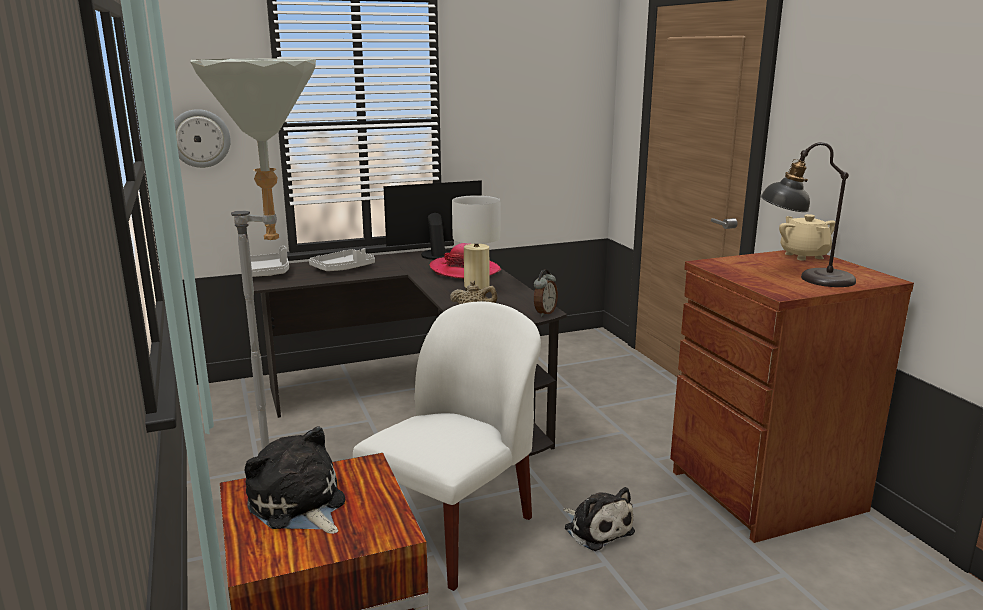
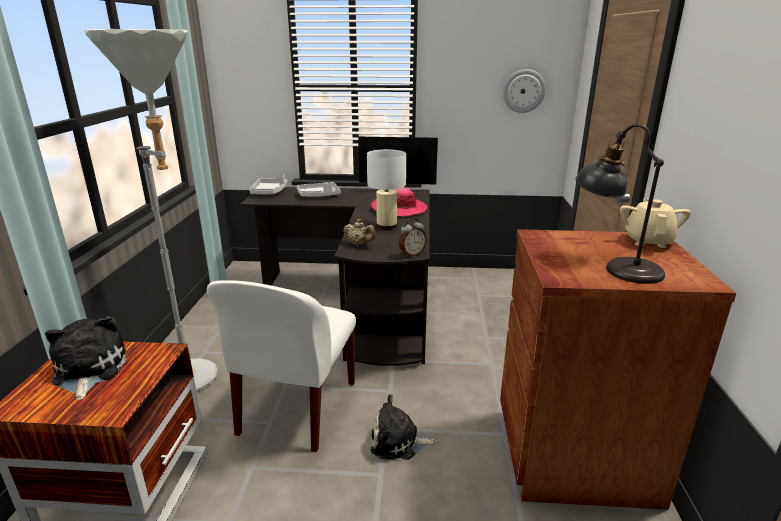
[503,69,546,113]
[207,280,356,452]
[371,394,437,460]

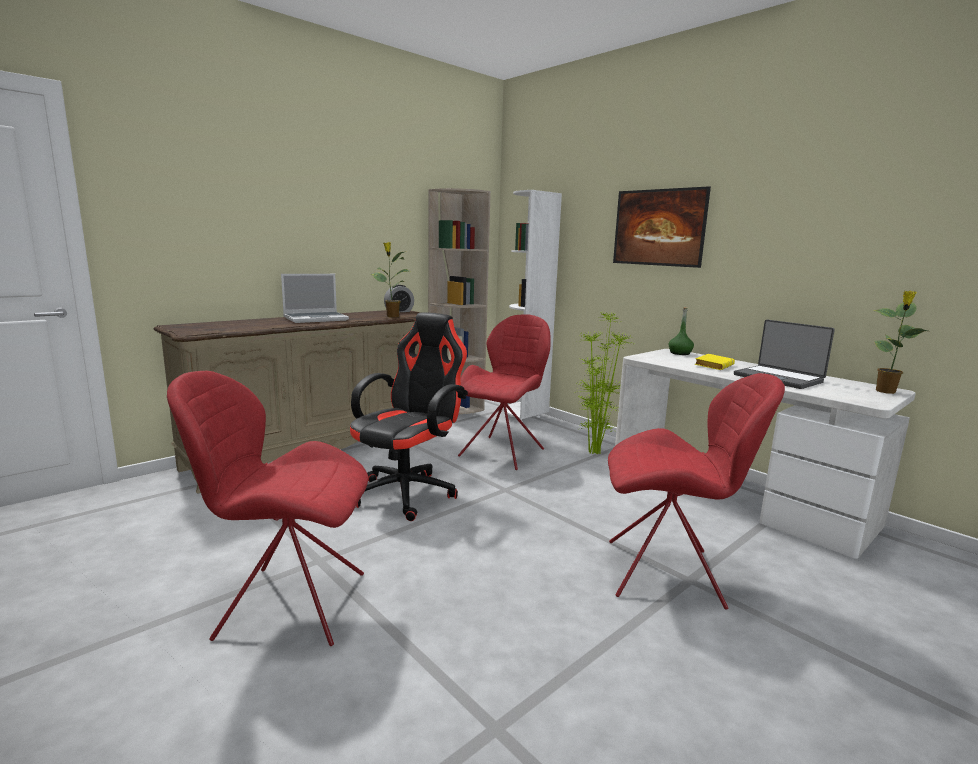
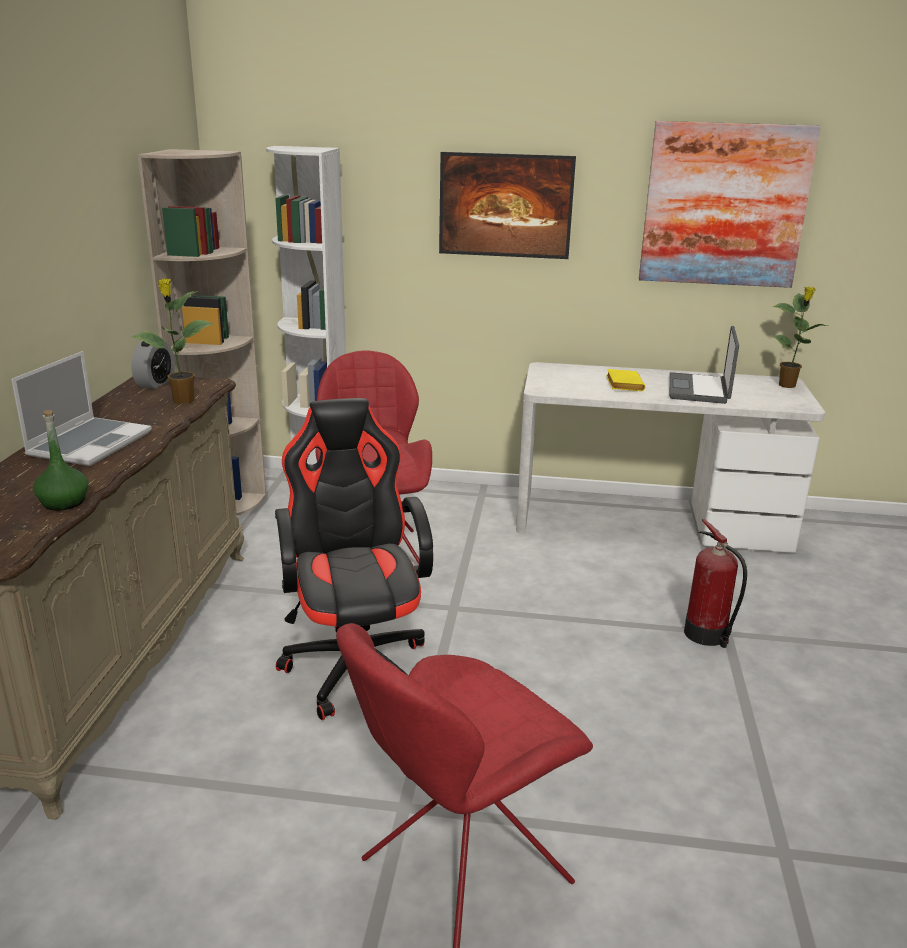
[576,312,636,455] (first image)
[684,519,747,648]
[33,410,89,510]
[669,326,739,404]
[639,121,821,288]

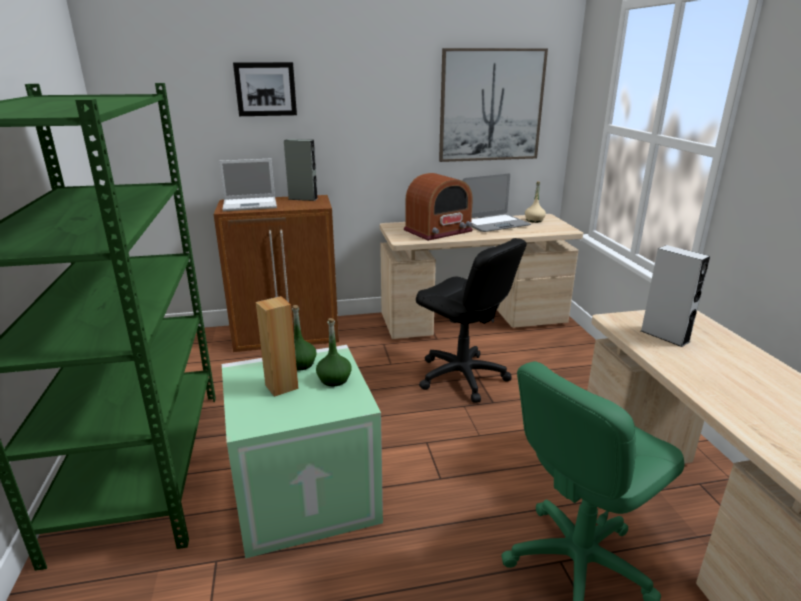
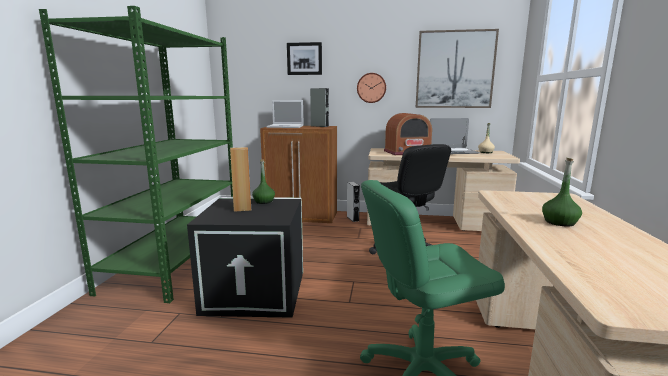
[187,197,303,318]
[542,158,582,227]
[347,182,360,222]
[357,73,386,103]

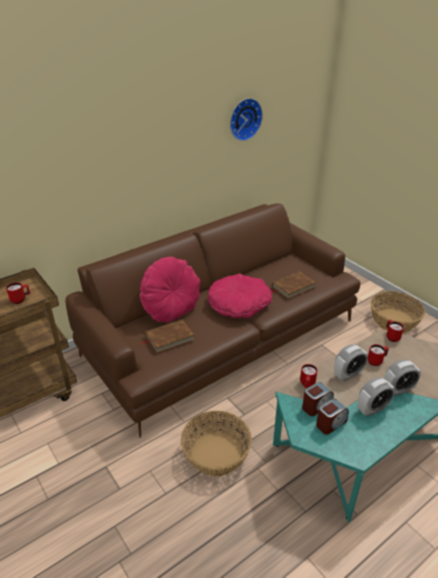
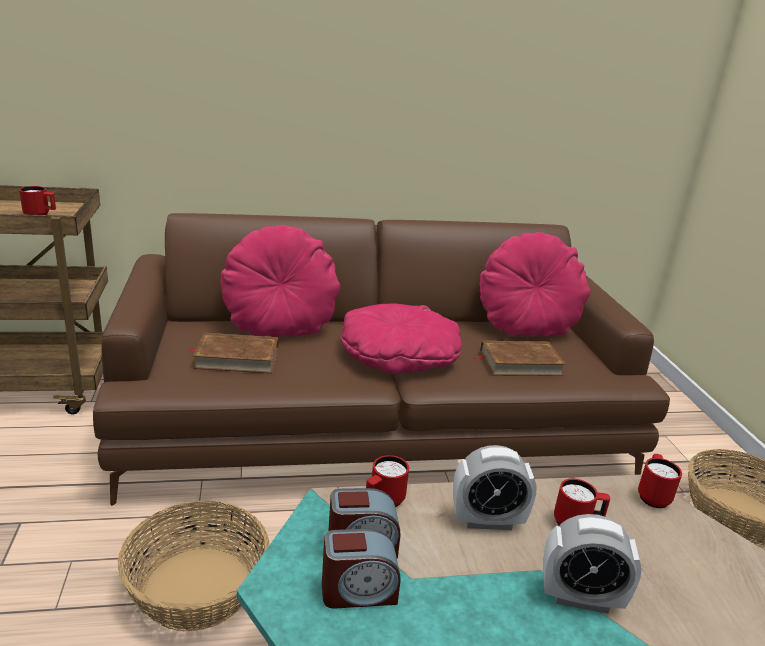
[230,98,263,141] (first image)
[357,377,394,416] (first image)
[479,232,590,337]

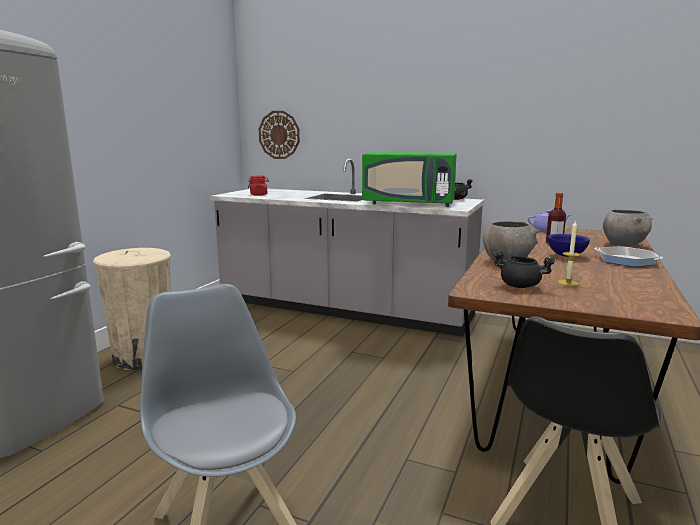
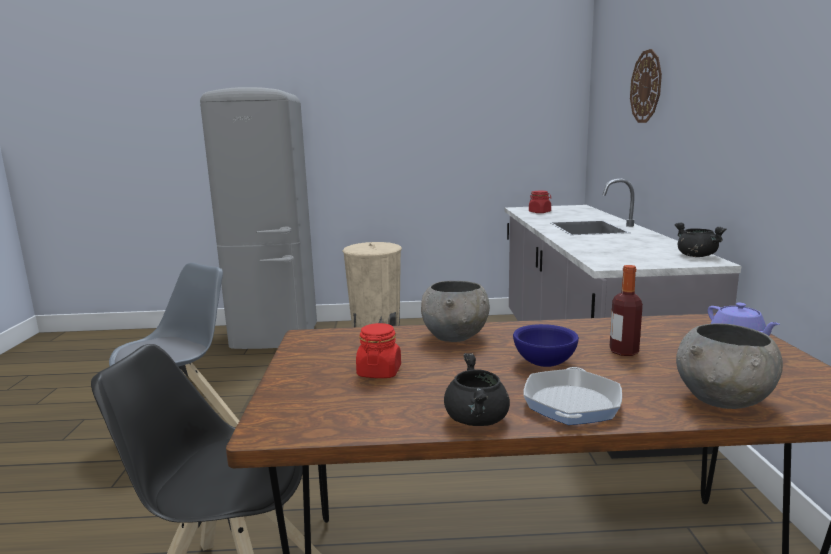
[630,49,662,123]
[362,152,457,207] (first image)
[444,353,510,426]
[356,323,401,378]

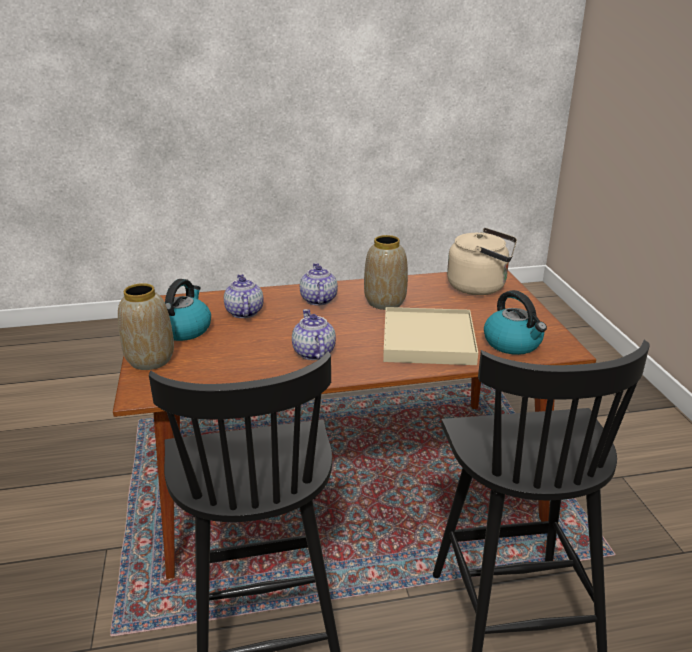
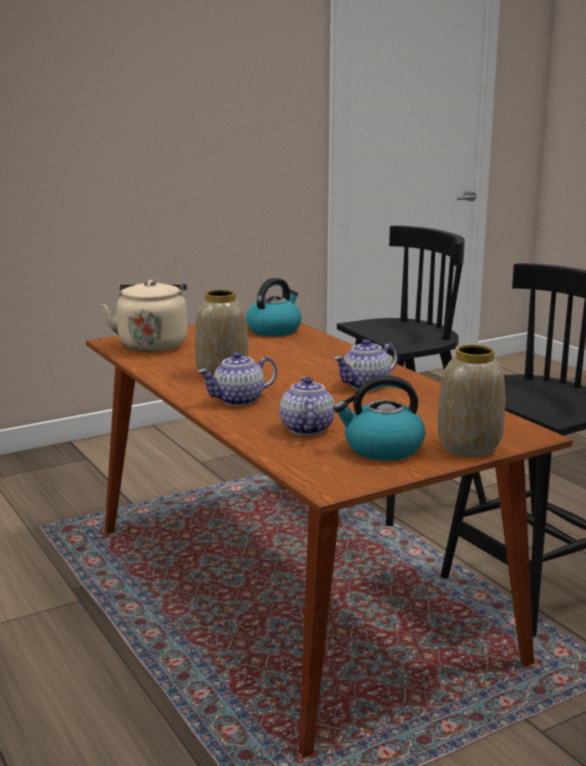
[280,377,335,435]
[383,307,478,365] (first image)

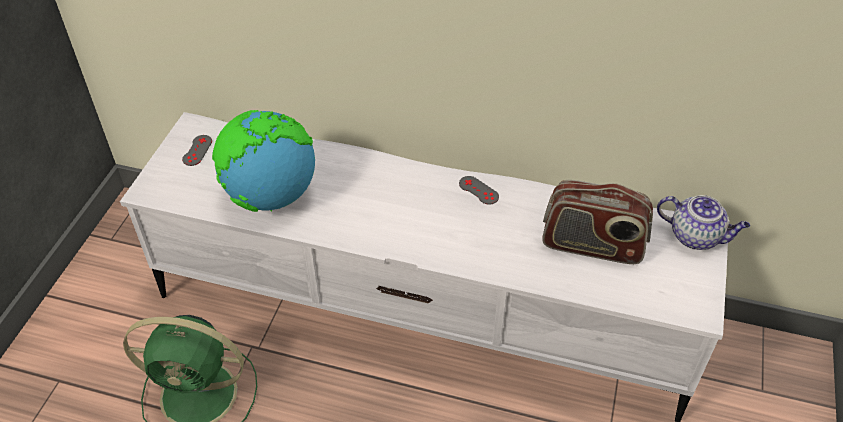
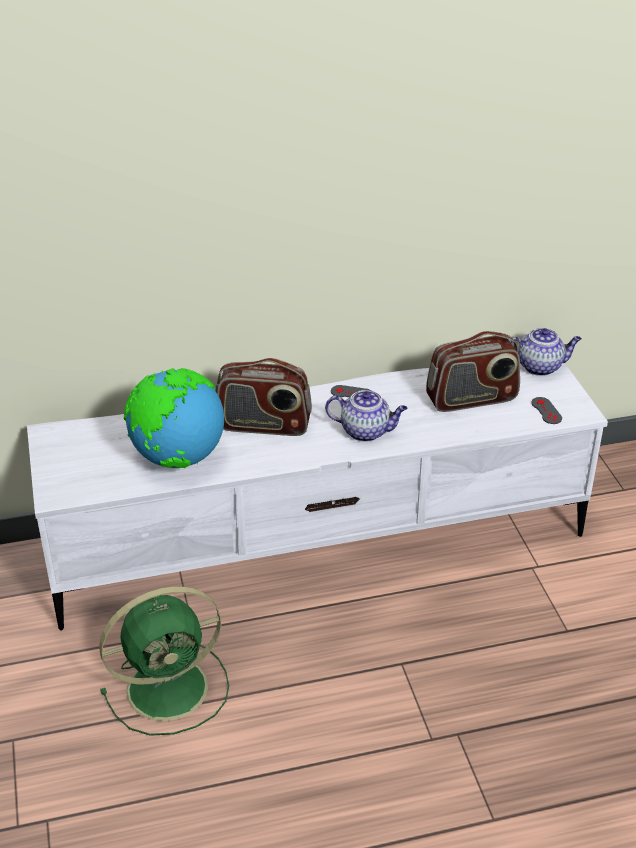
[531,397,562,424]
[216,358,312,436]
[325,390,408,442]

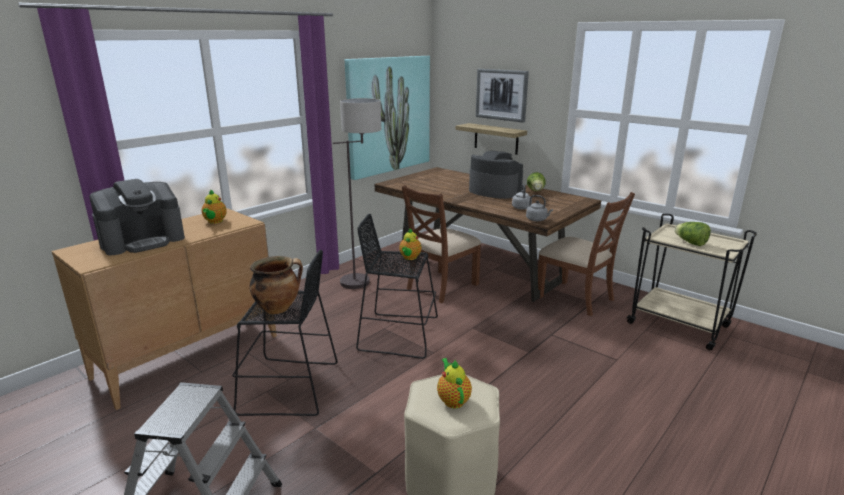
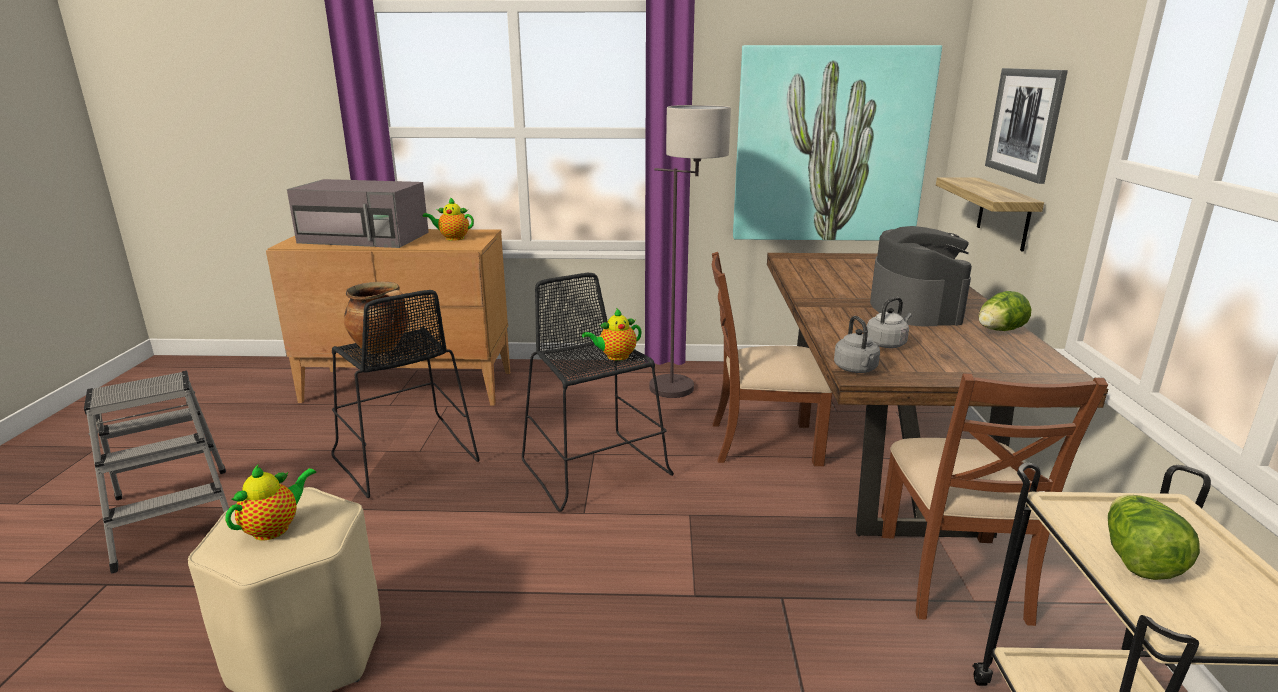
[287,179,429,248]
[423,197,474,241]

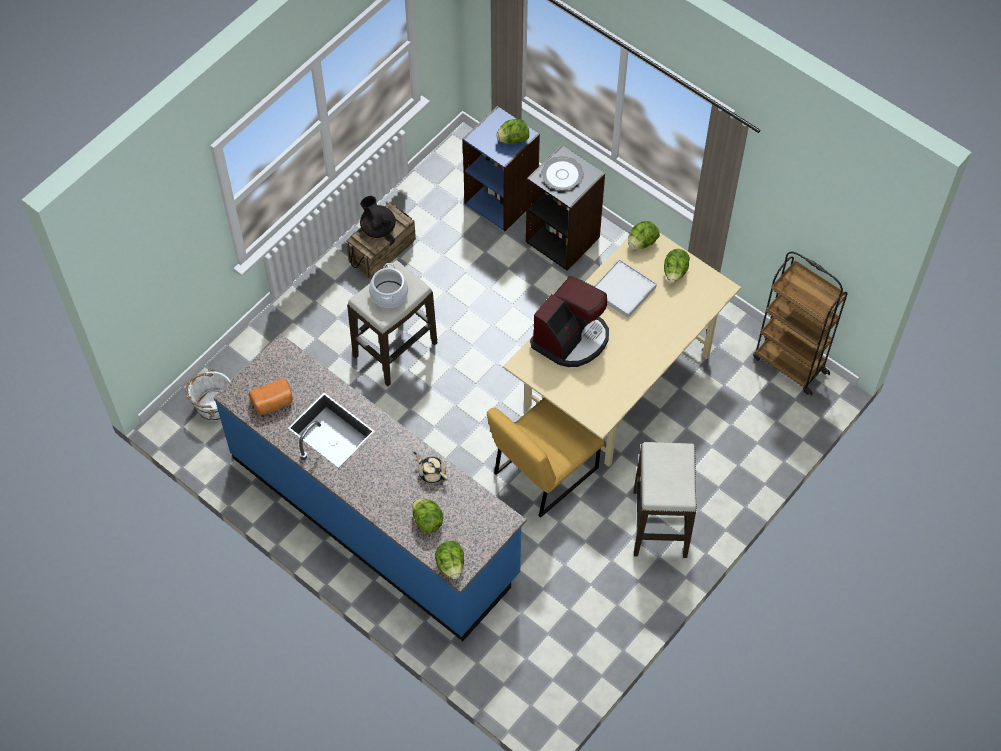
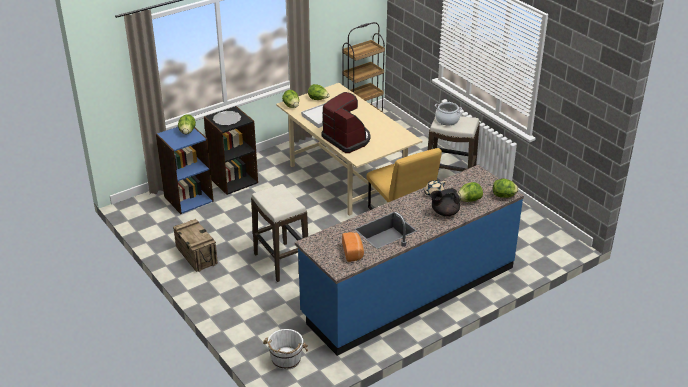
[431,188,460,216]
[435,102,462,125]

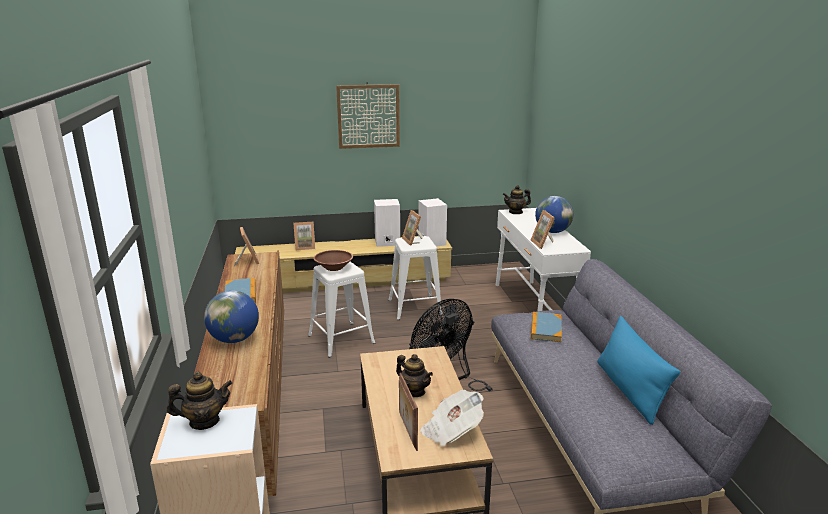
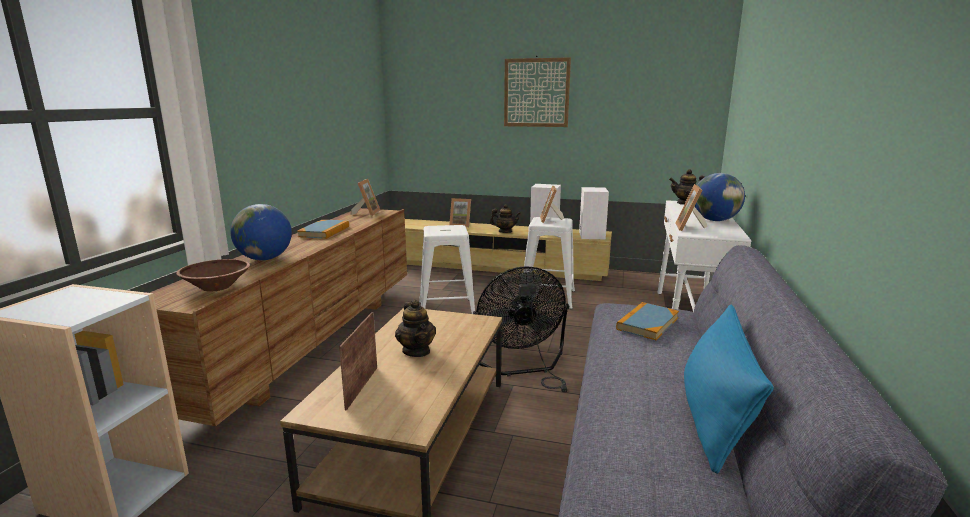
[490,204,521,233]
[176,259,250,291]
[420,390,484,446] (first image)

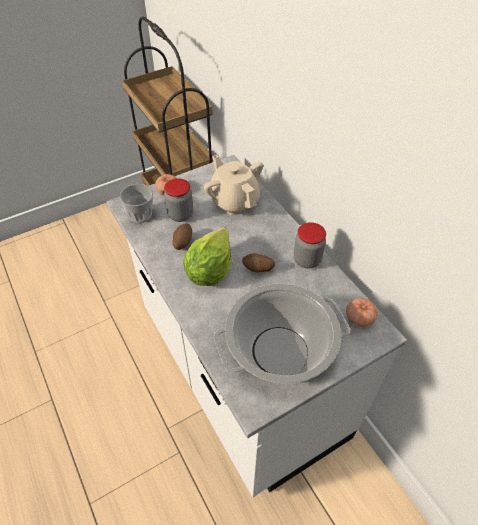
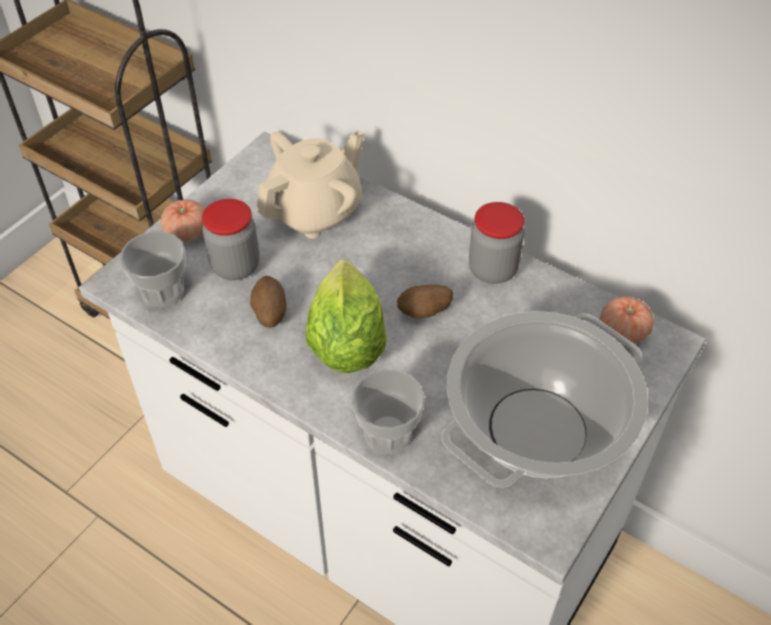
[256,130,364,239]
[352,369,425,454]

